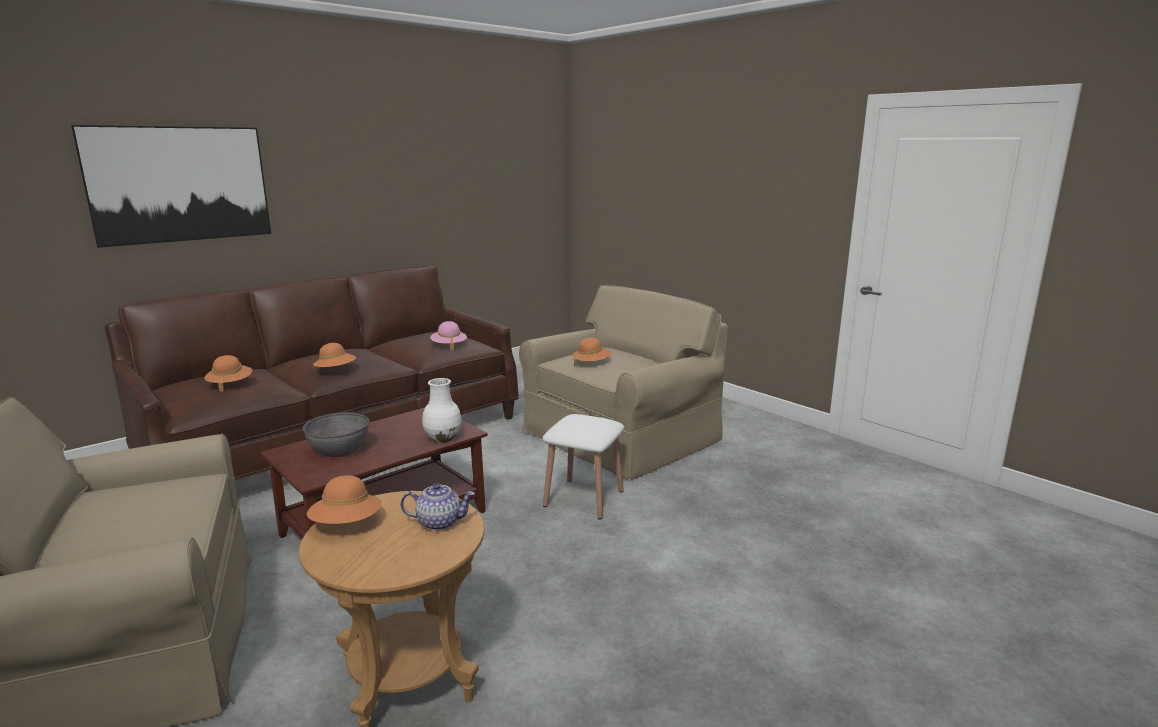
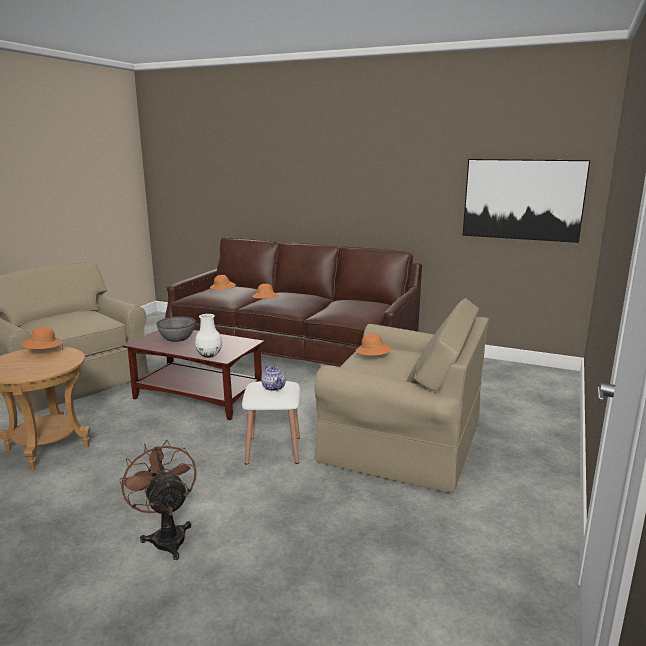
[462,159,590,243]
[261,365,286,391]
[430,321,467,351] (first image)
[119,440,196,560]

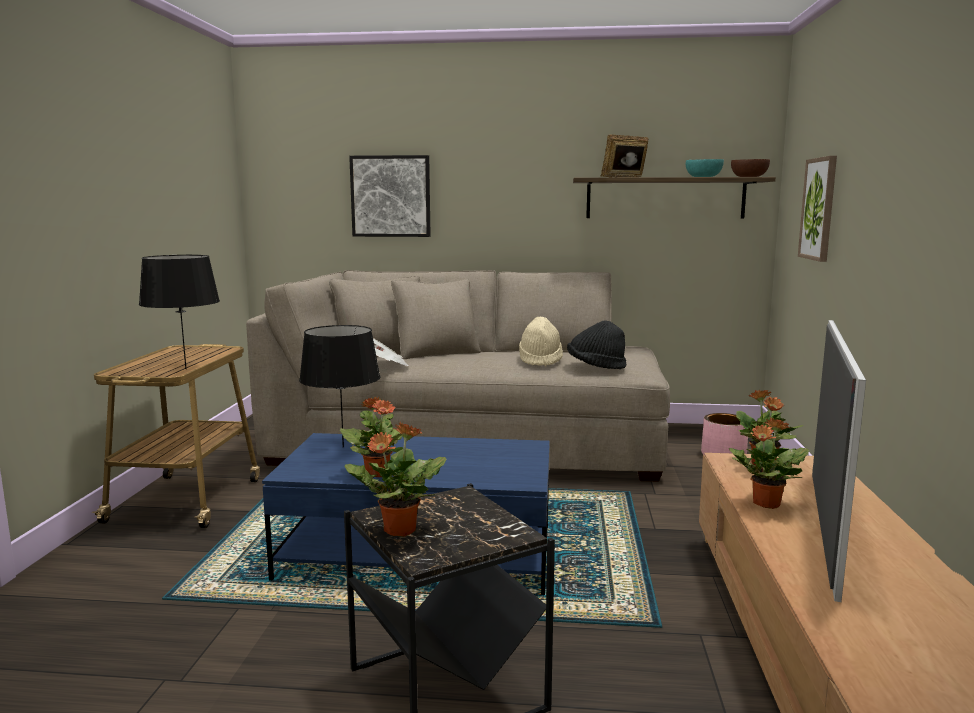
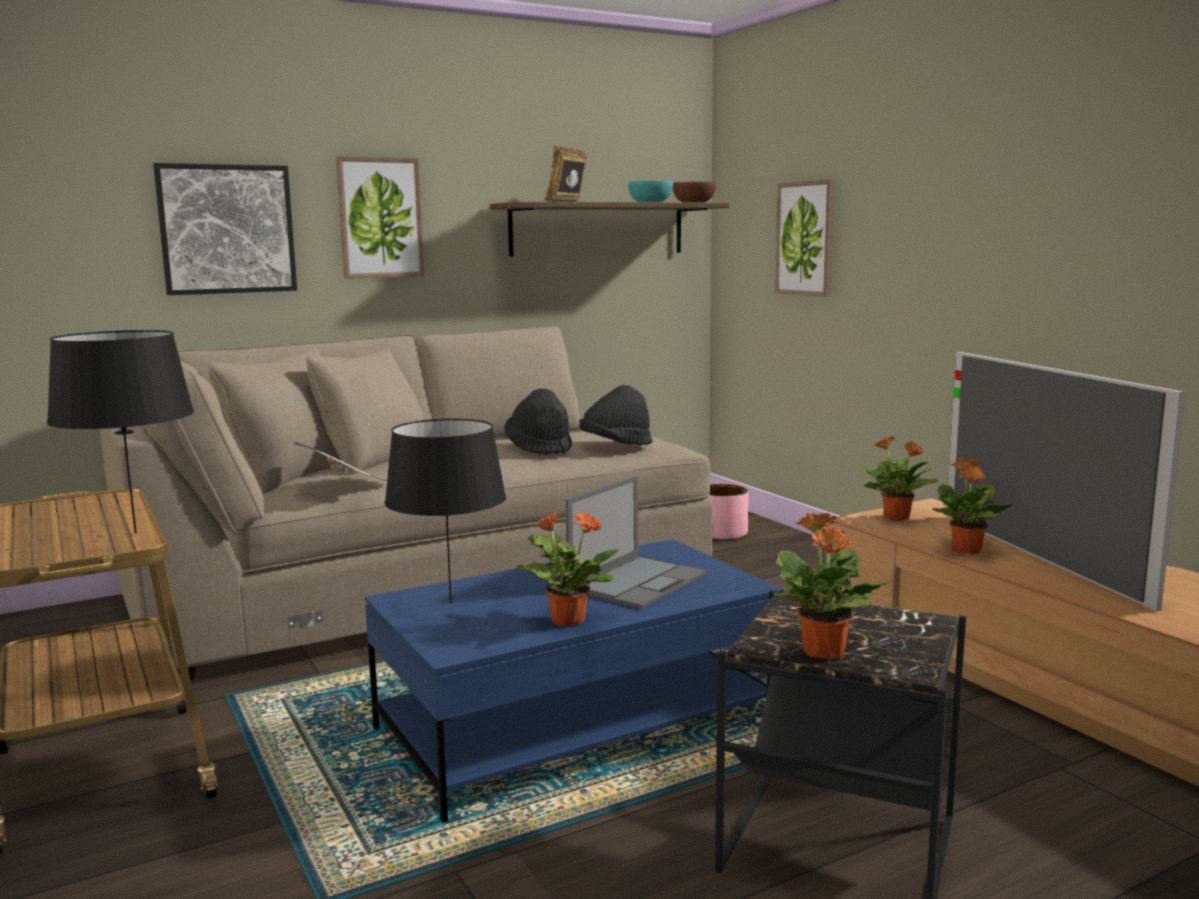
[504,389,572,455]
[336,156,424,279]
[566,476,707,609]

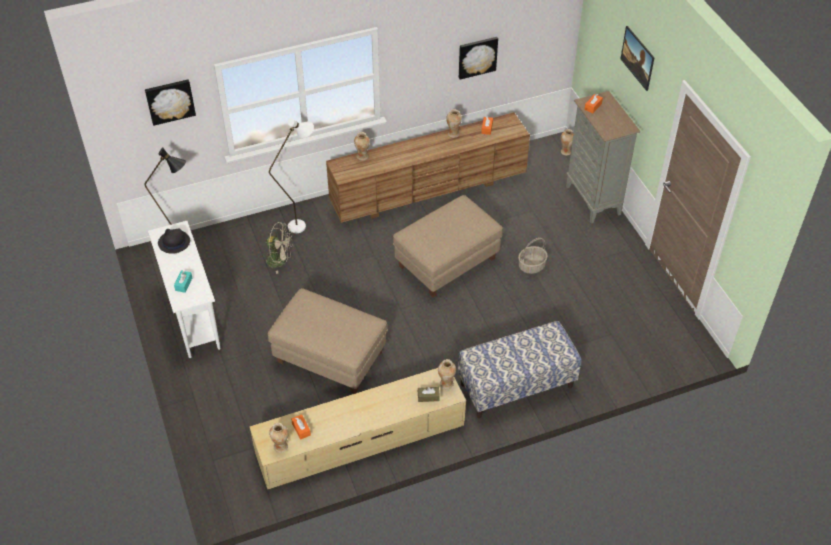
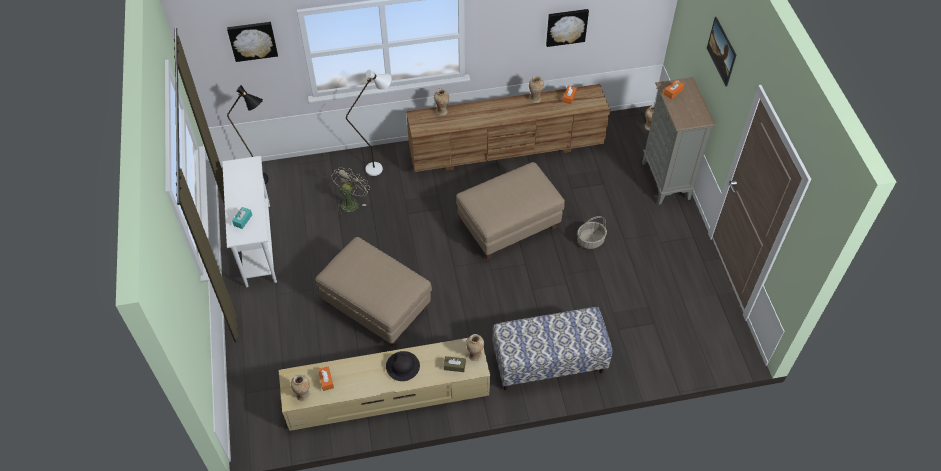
[386,351,420,381]
[331,167,370,214]

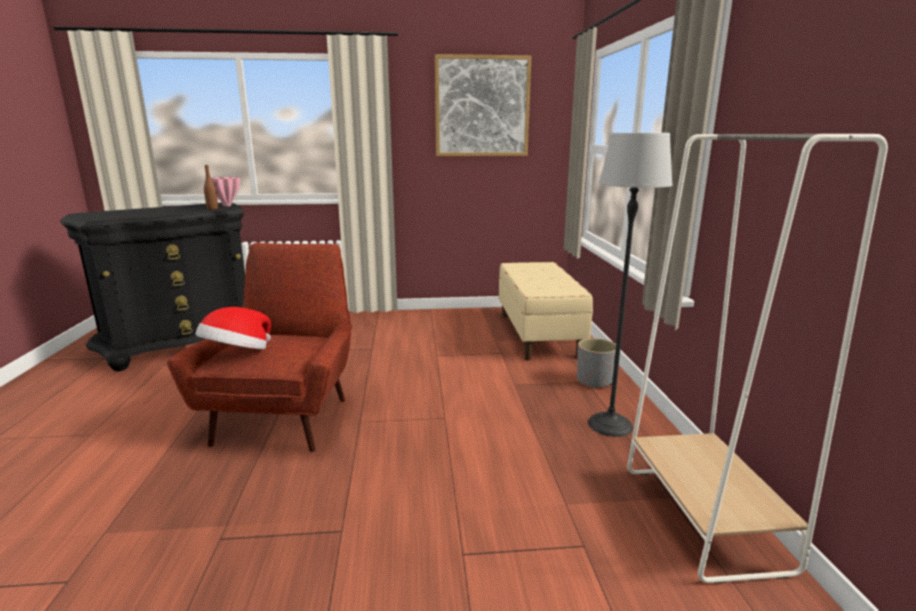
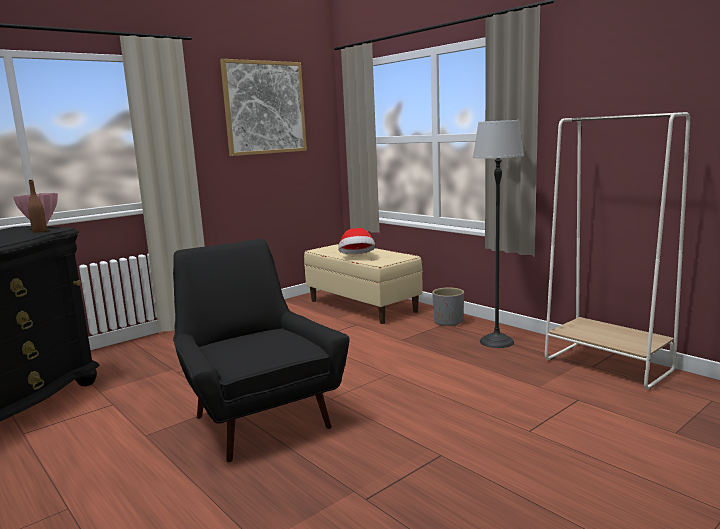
[173,238,350,462]
[338,228,375,254]

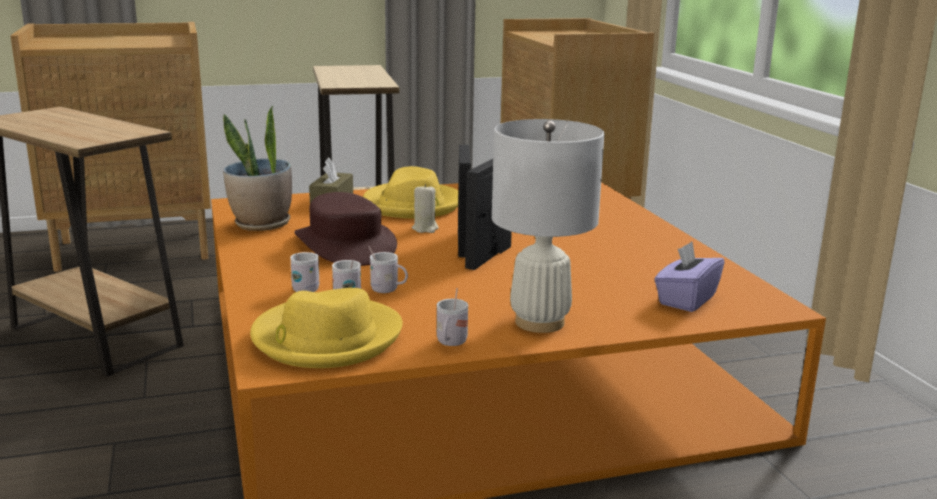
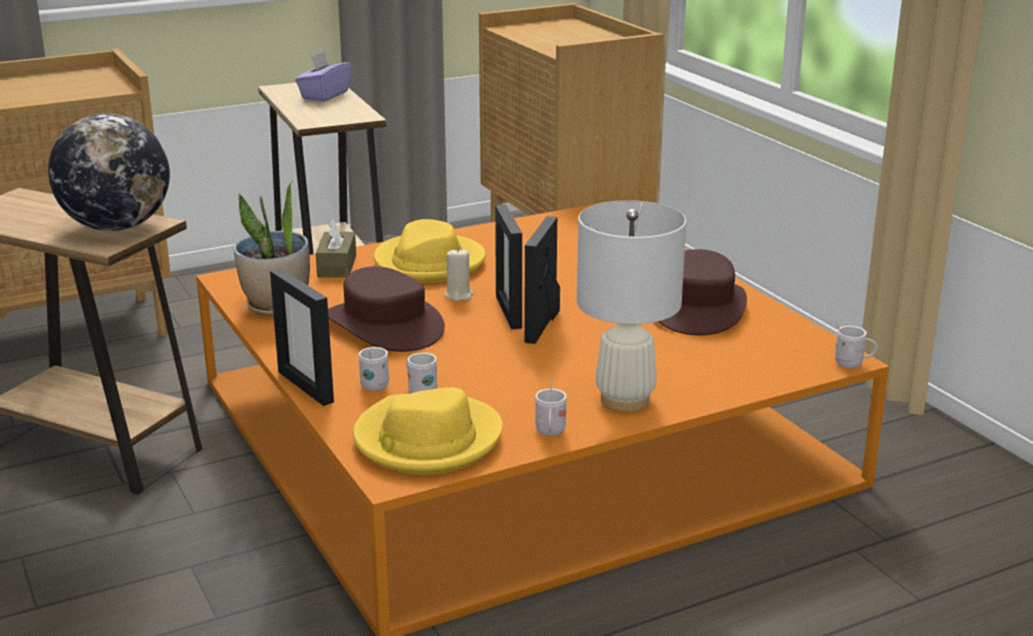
[835,321,878,368]
[295,51,351,102]
[48,114,170,231]
[270,268,334,406]
[658,249,747,335]

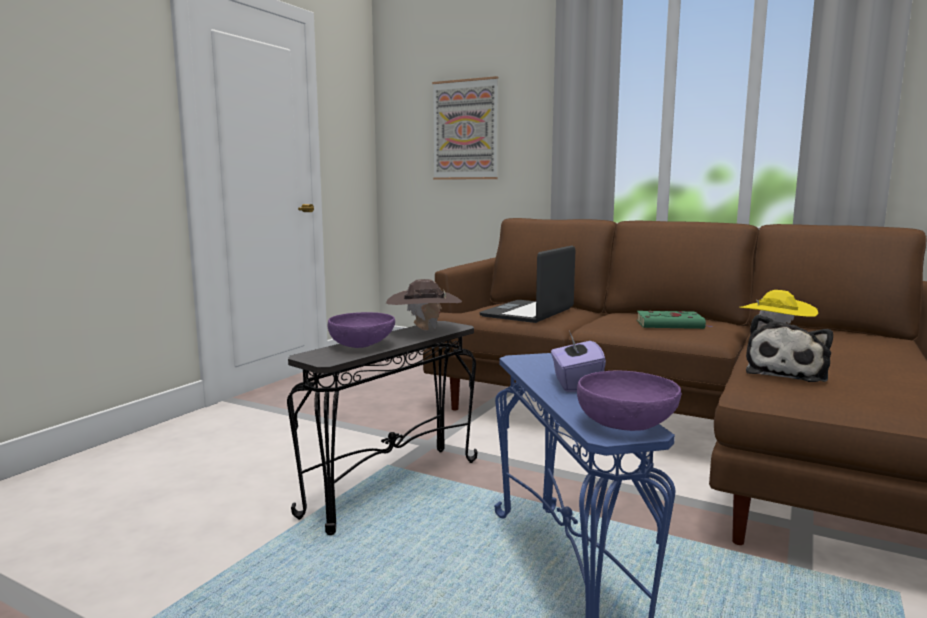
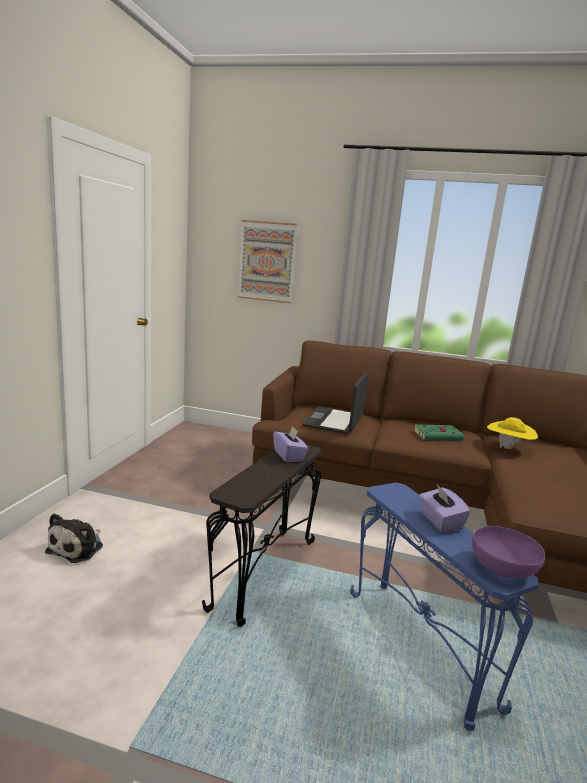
[328,312,395,348] (first image)
[273,426,308,462]
[45,513,103,563]

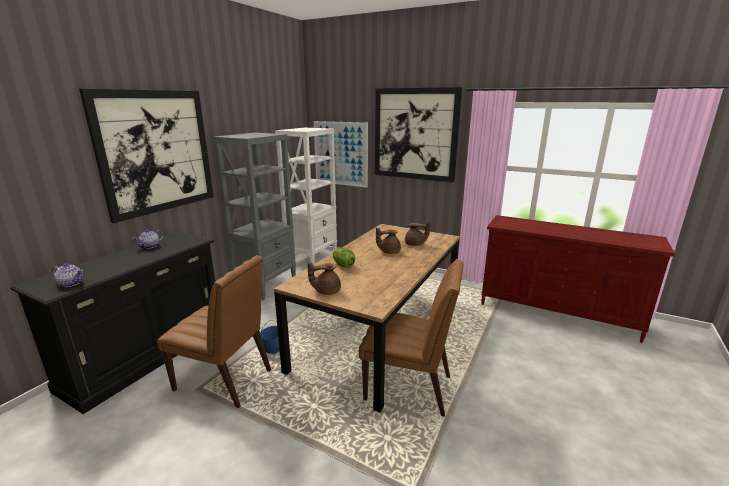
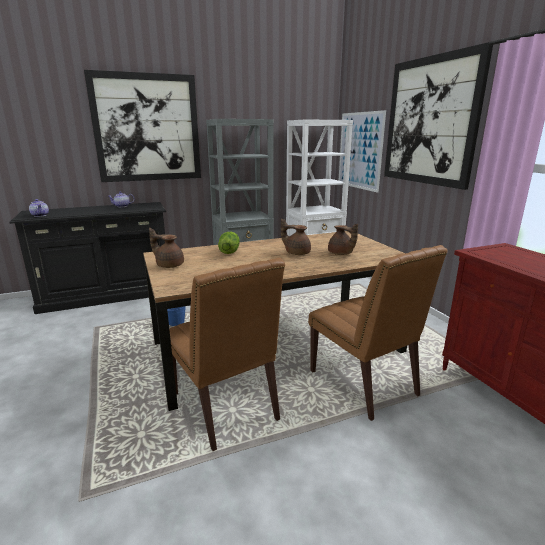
[308,245,448,421]

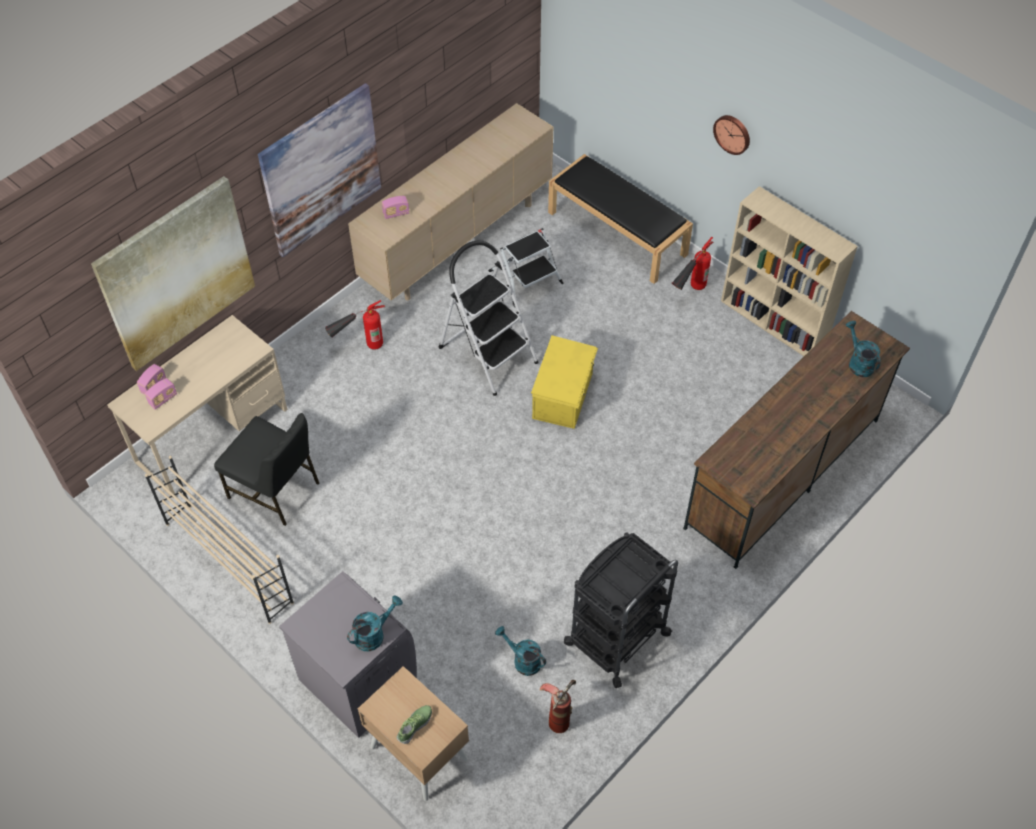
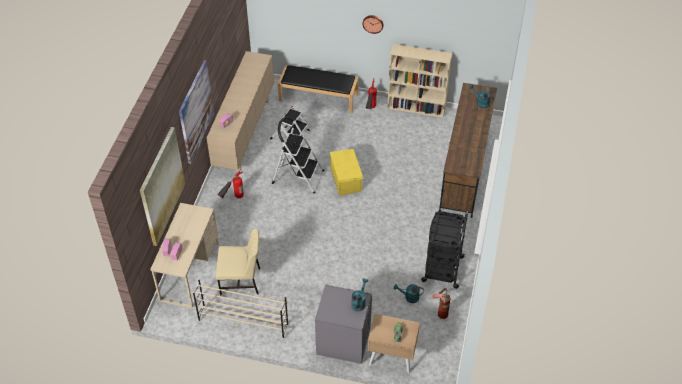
[216,228,260,296]

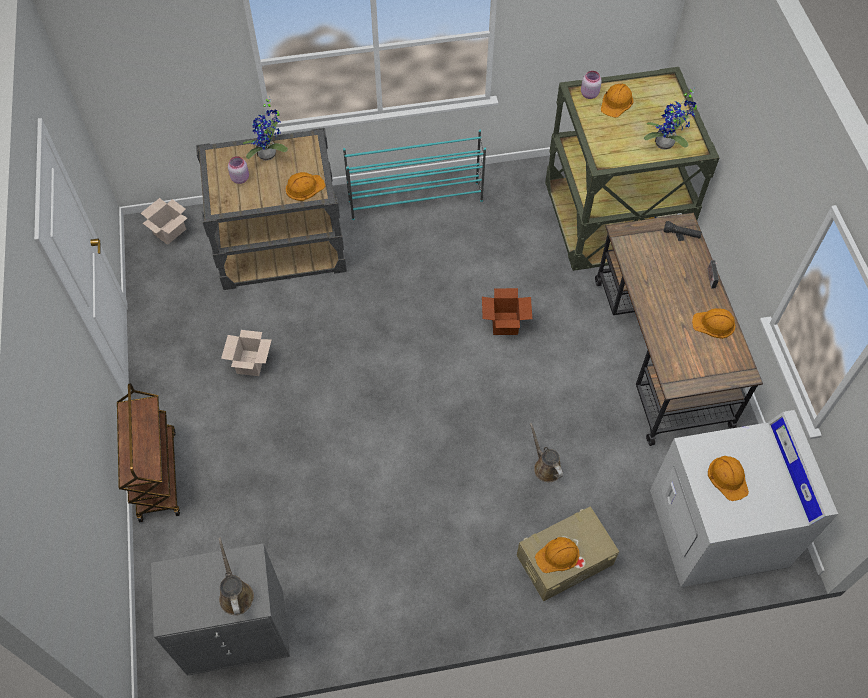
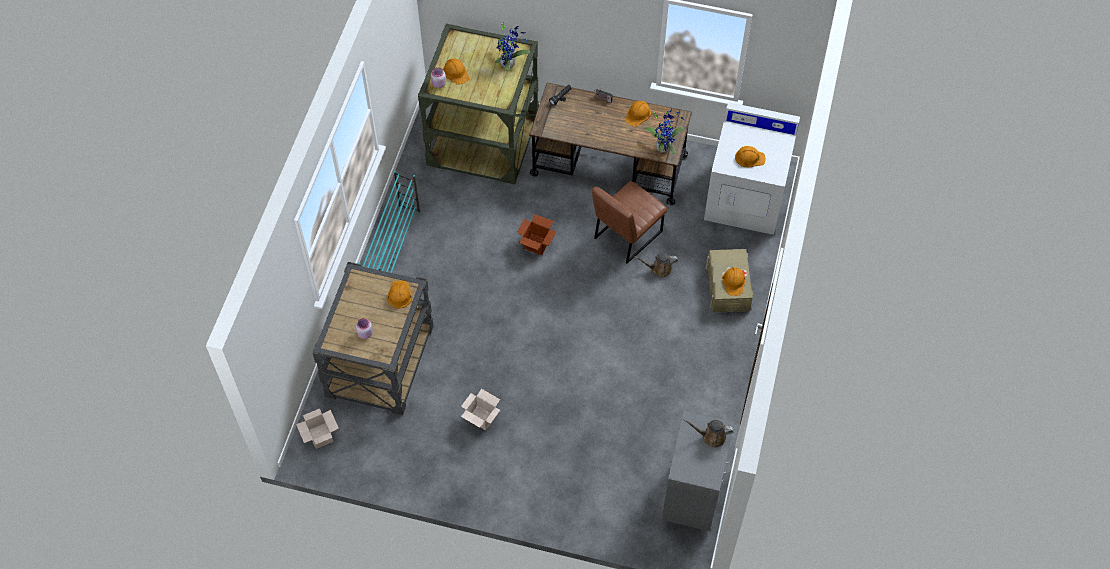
[117,383,180,522] (first image)
[645,109,684,155]
[592,181,667,263]

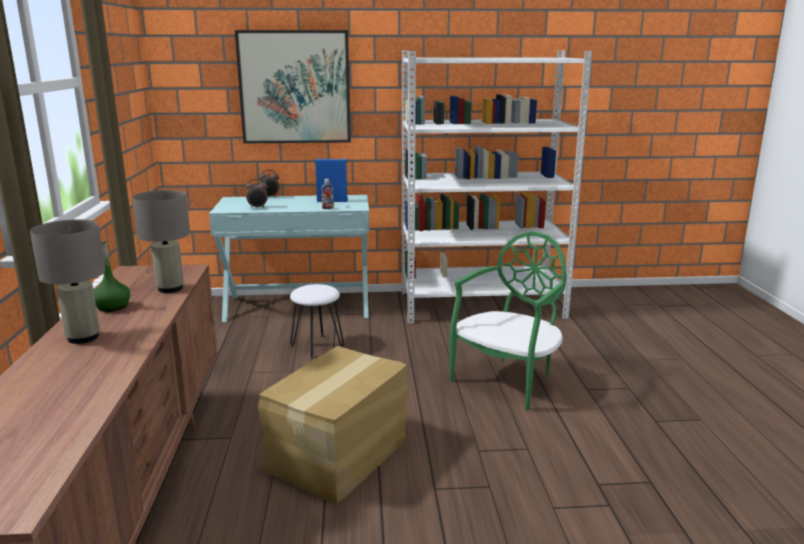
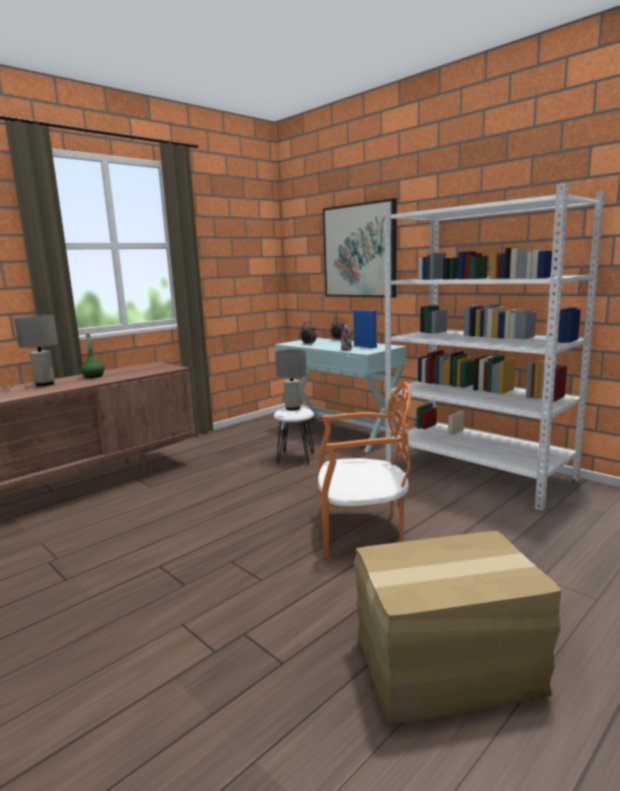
[275,349,307,411]
[354,531,561,724]
[318,382,411,557]

